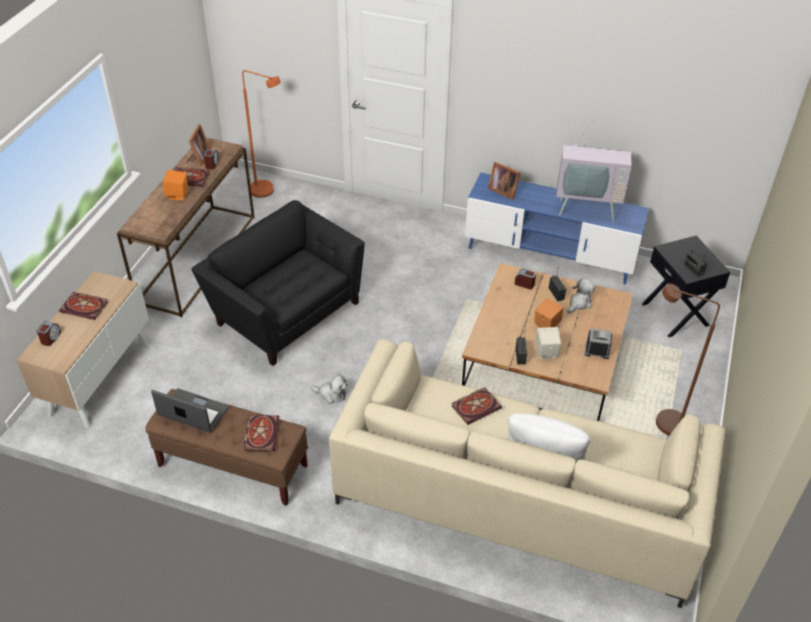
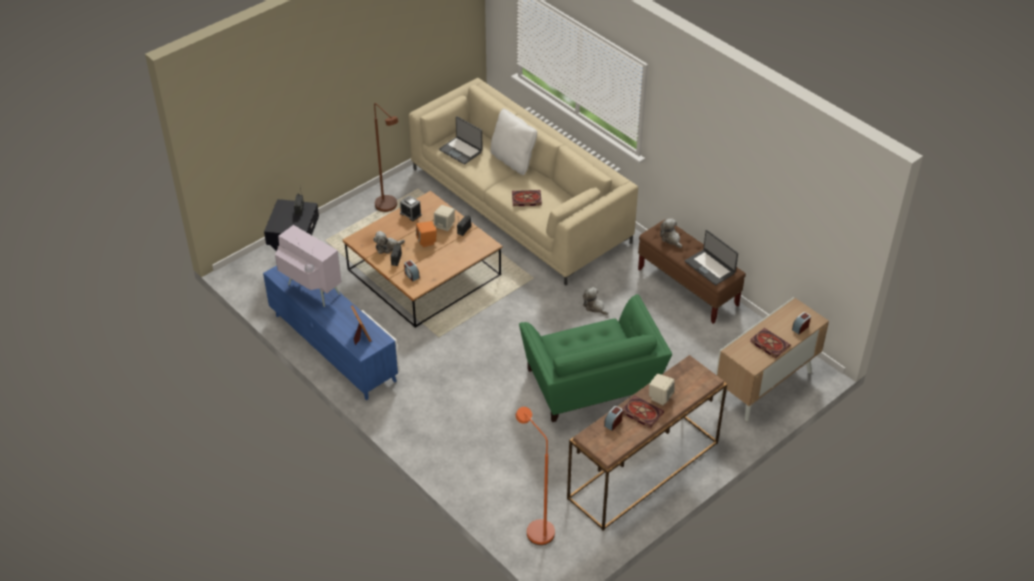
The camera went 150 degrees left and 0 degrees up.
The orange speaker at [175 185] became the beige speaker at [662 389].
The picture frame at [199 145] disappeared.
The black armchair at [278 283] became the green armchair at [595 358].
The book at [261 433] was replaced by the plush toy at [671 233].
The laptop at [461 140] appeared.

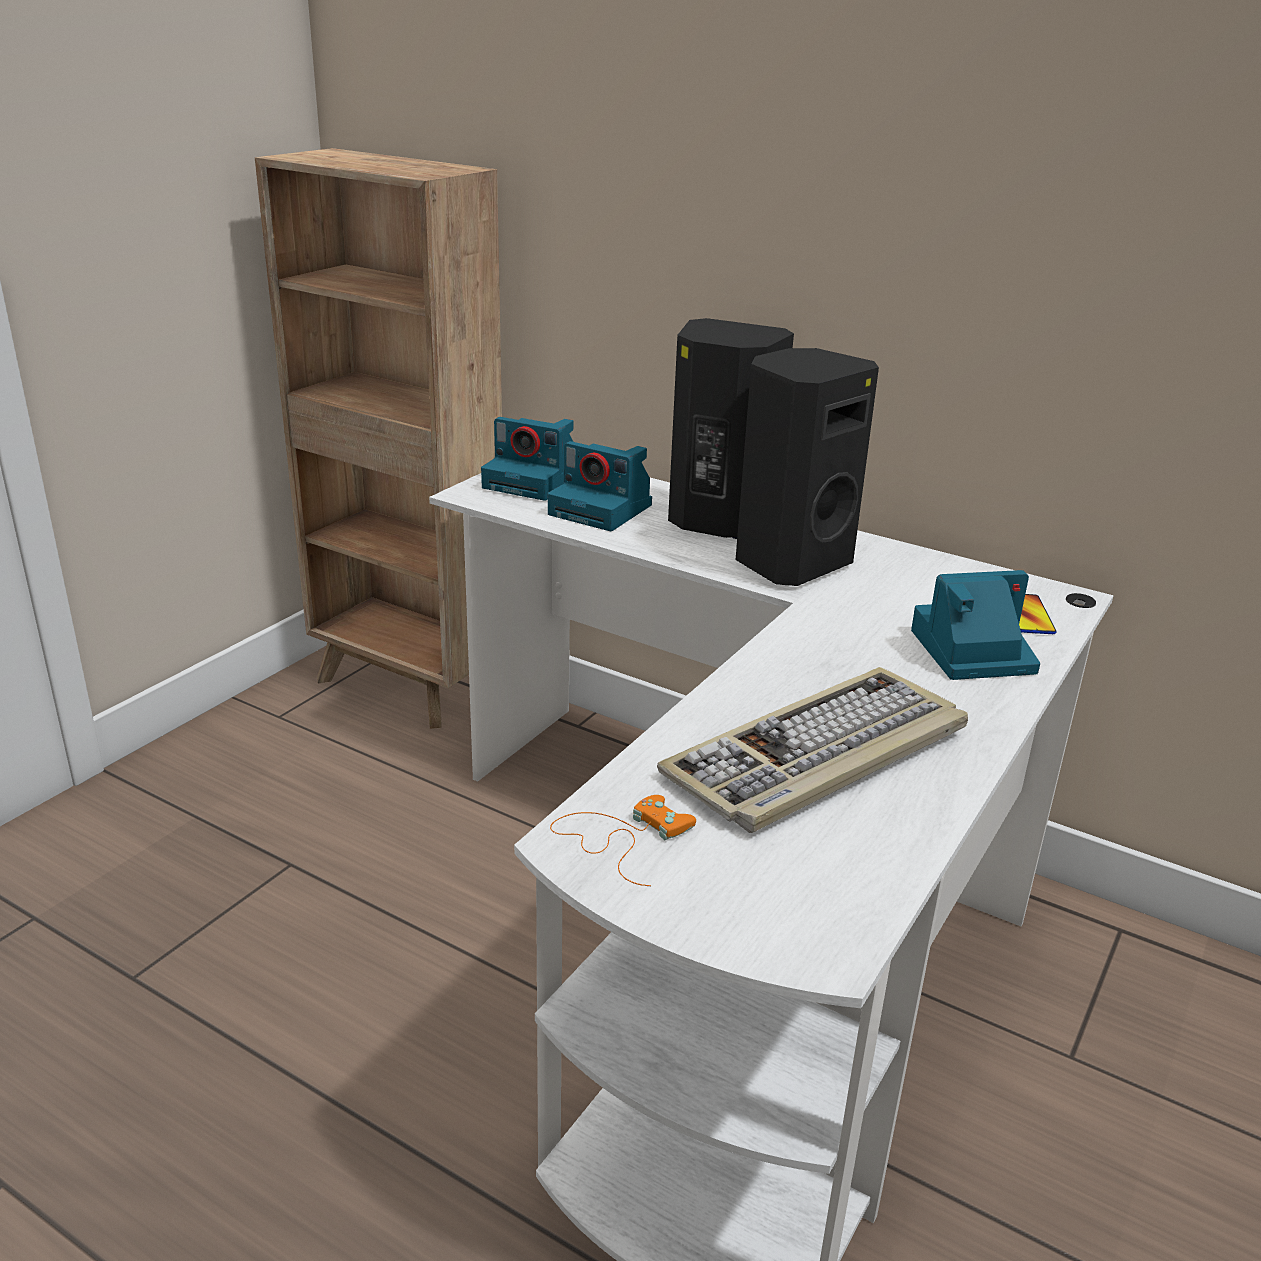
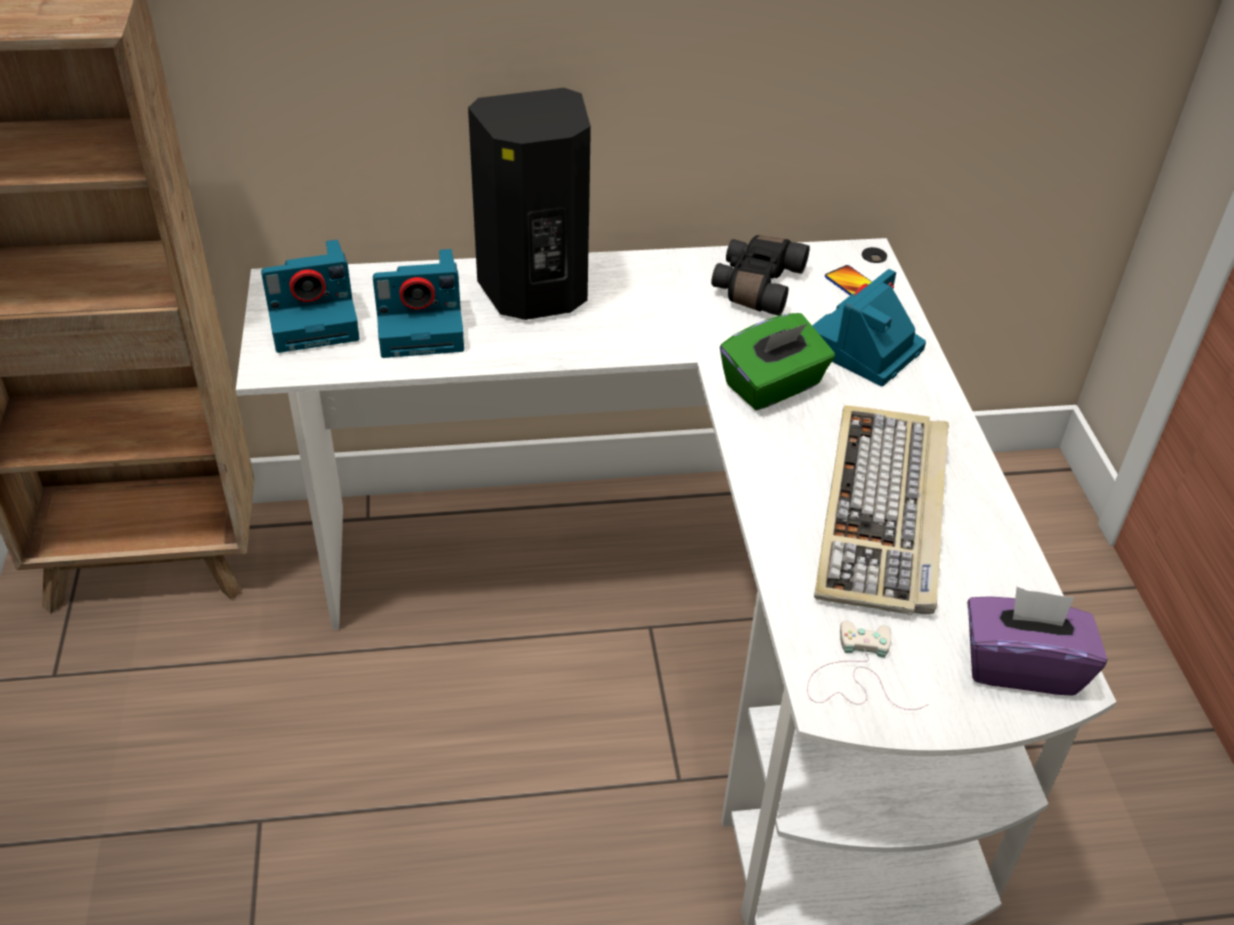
The camera went 40 degrees left and 15 degrees up.
The orange game controller at [623 840] became the white game controller at [867 665].
The black speaker at [807 467] disappeared.
The black binoculars at [760 275] appeared.
The green tissue box at [777 361] appeared.
The purple tissue box at [1037 641] appeared.

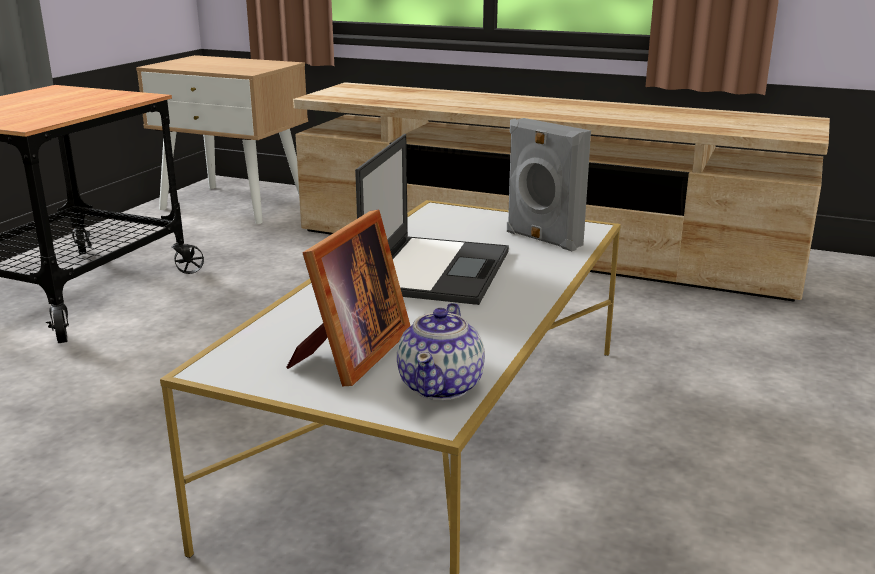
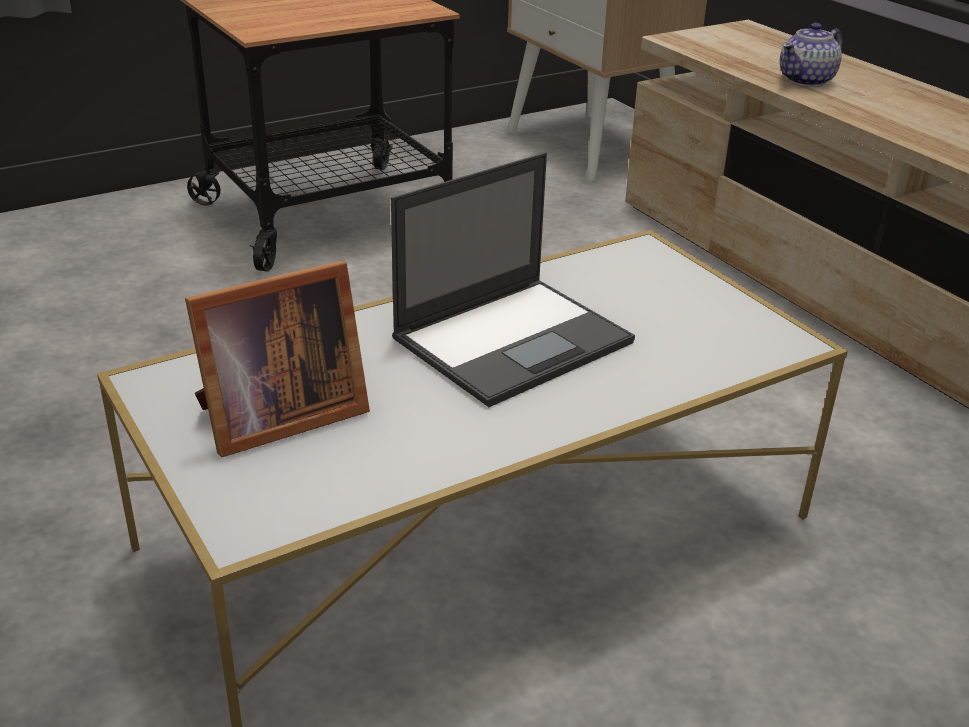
The camera went 35 degrees right and 10 degrees up.
The teapot moved from [441 351] to [811 55].
The grey speaker at [549 184] disappeared.

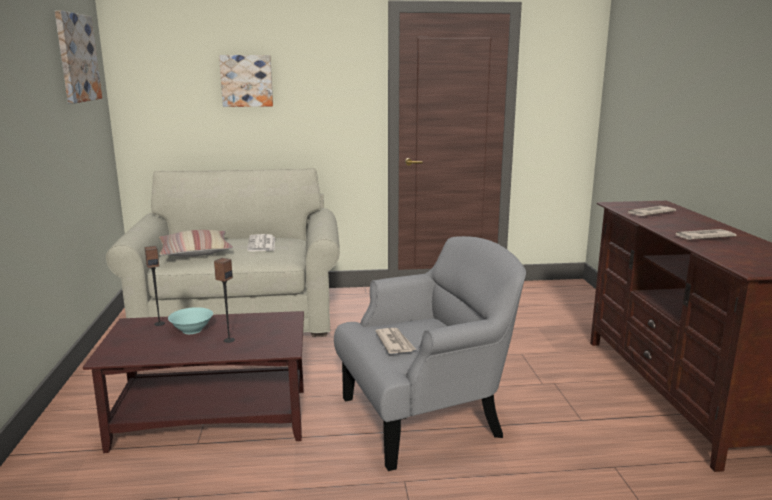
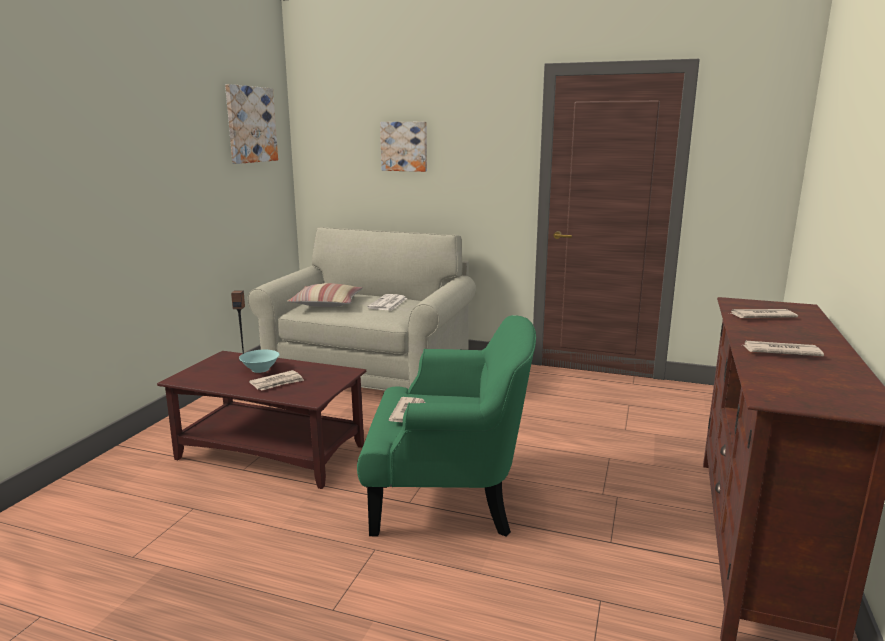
The camera went 25 degrees right and 0 degrees up.
The speaker at [224 300] was replaced by the newspaper at [276 380].
The grey armchair at [430 353] became the green armchair at [446 426].

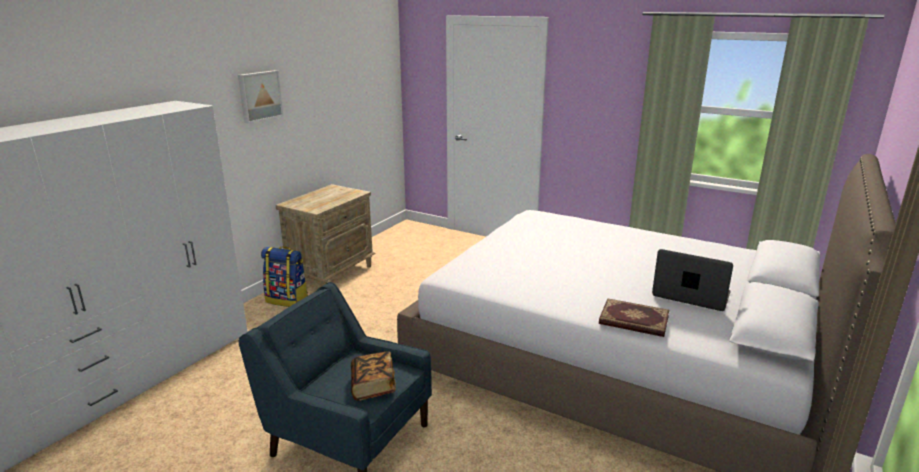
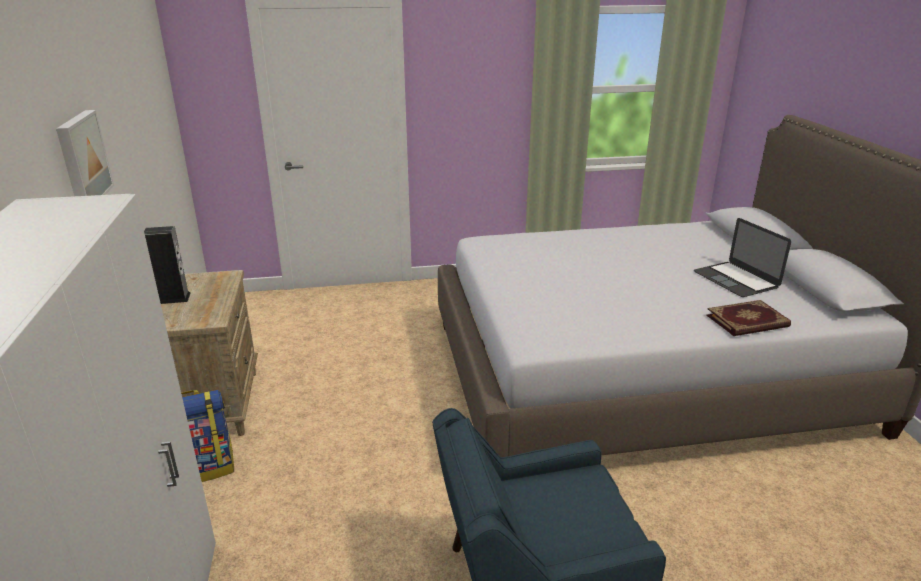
The camera went 40 degrees left and 5 degrees up.
The book at [373 376] disappeared.
The laptop at [692 280] turned 105 degrees counterclockwise.
The speaker at [167 265] appeared.

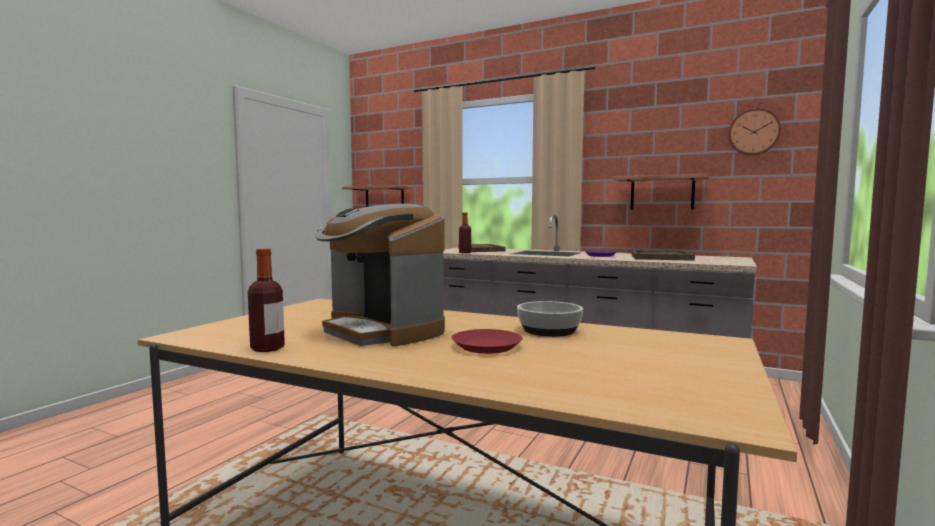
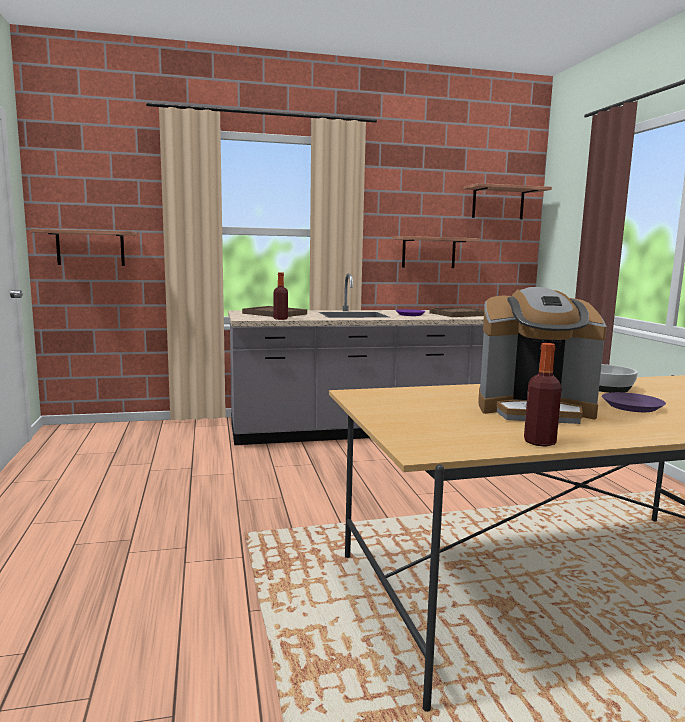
The camera went 40 degrees left and 5 degrees up.
The red plate at [487 341] became the purple plate at [634 402].
The wall clock at [754 132] was replaced by the shelf at [507 201].

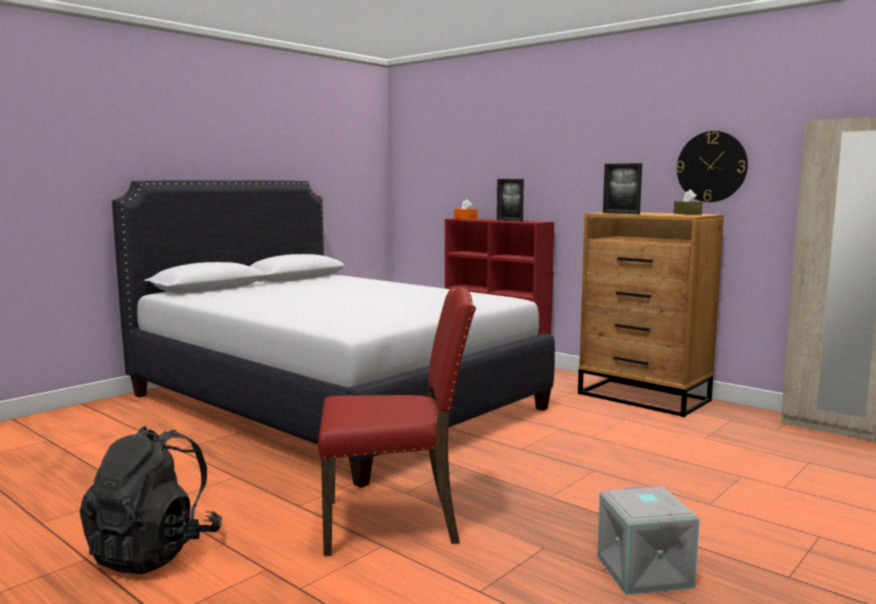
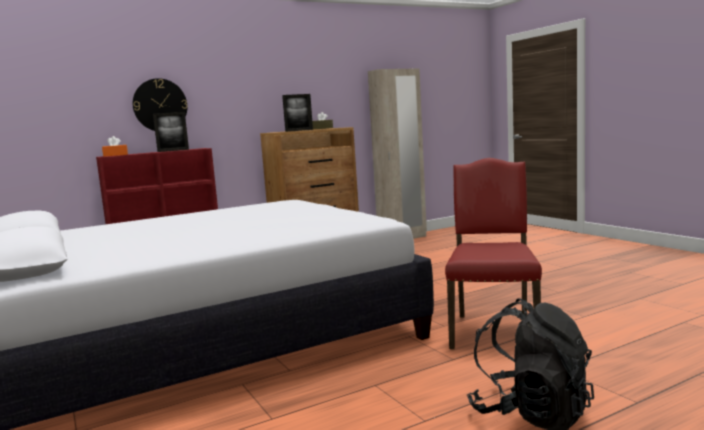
The camera went 70 degrees left and 0 degrees up.
The grey storage box at [648 541] disappeared.
The wall clock moved from [712 166] to [160 104].

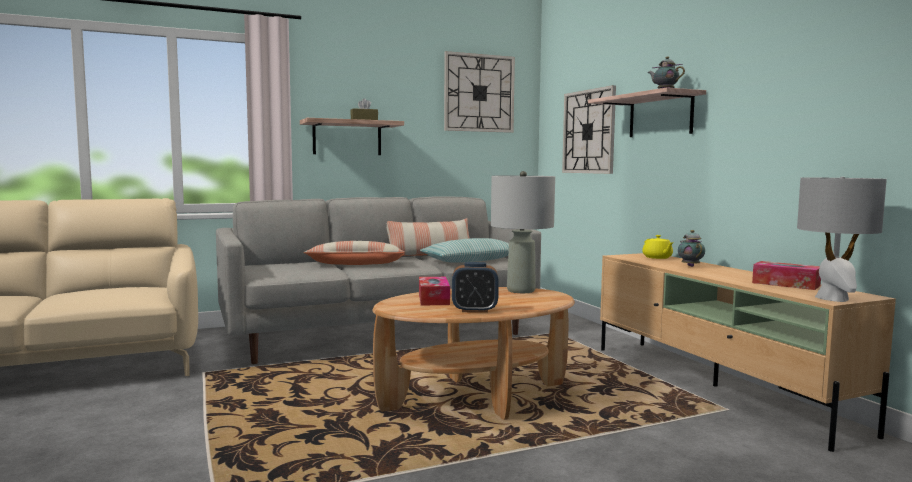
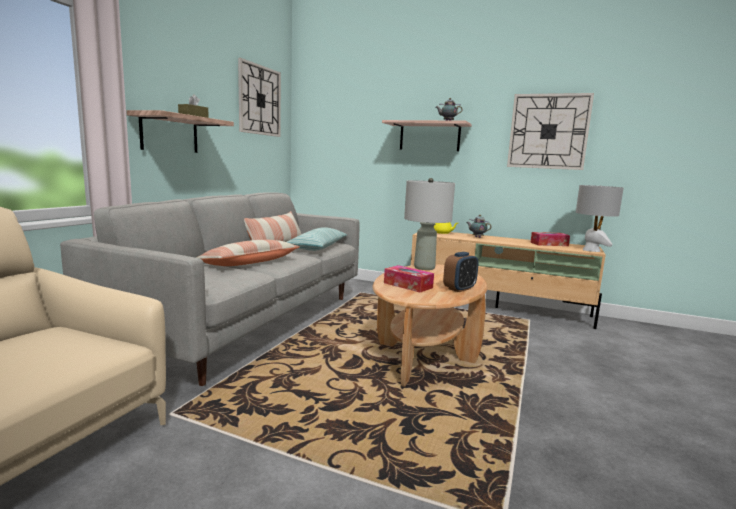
The camera went 45 degrees left and 5 degrees up.
The wall clock moved from [589 129] to [550 131].

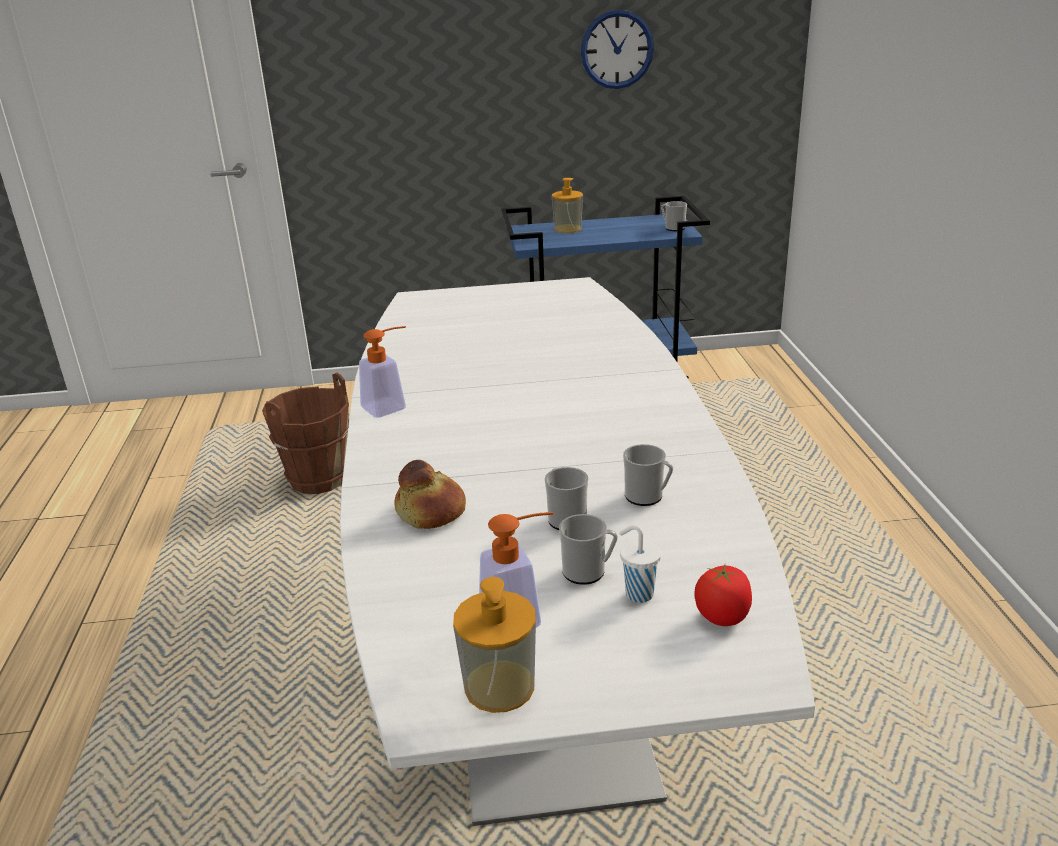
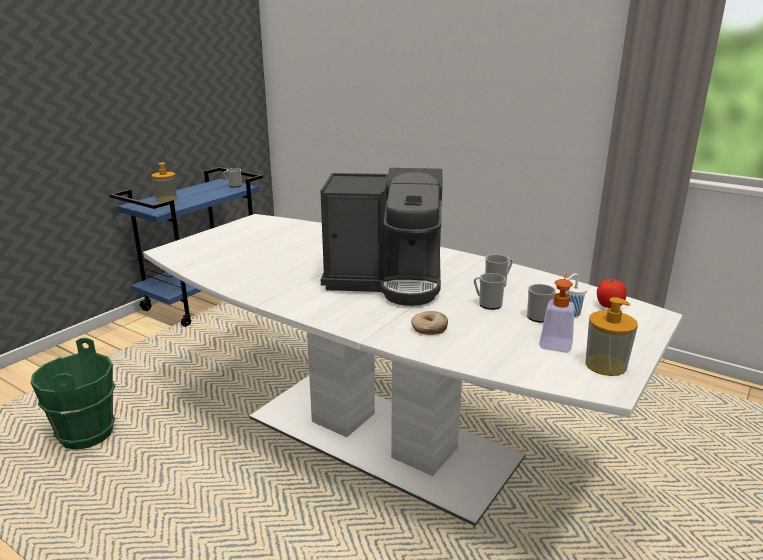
The camera went 50 degrees left and 5 degrees down.
The brown bucket at [305 433] became the green bucket at [73 394].
The soap dispenser at [382 372] disappeared.
The bread at [430 494] was replaced by the donut at [429 323].
The wall clock at [617 49] disappeared.
The coffee machine at [381 237] appeared.

